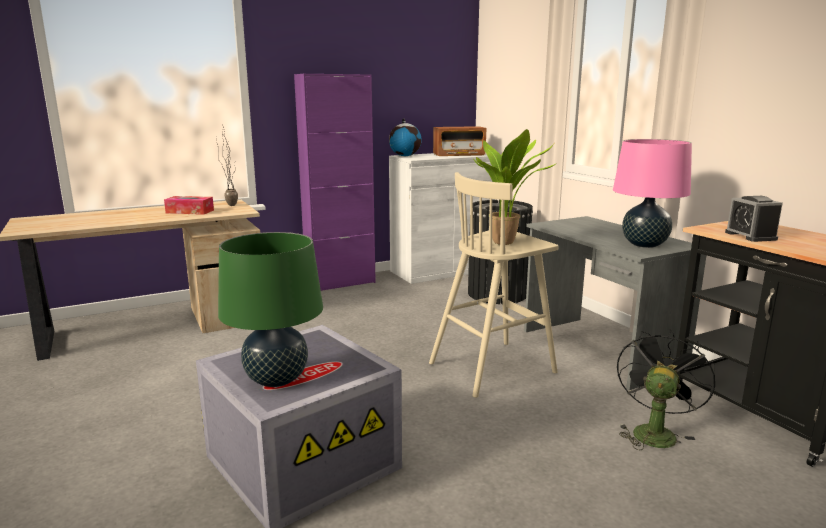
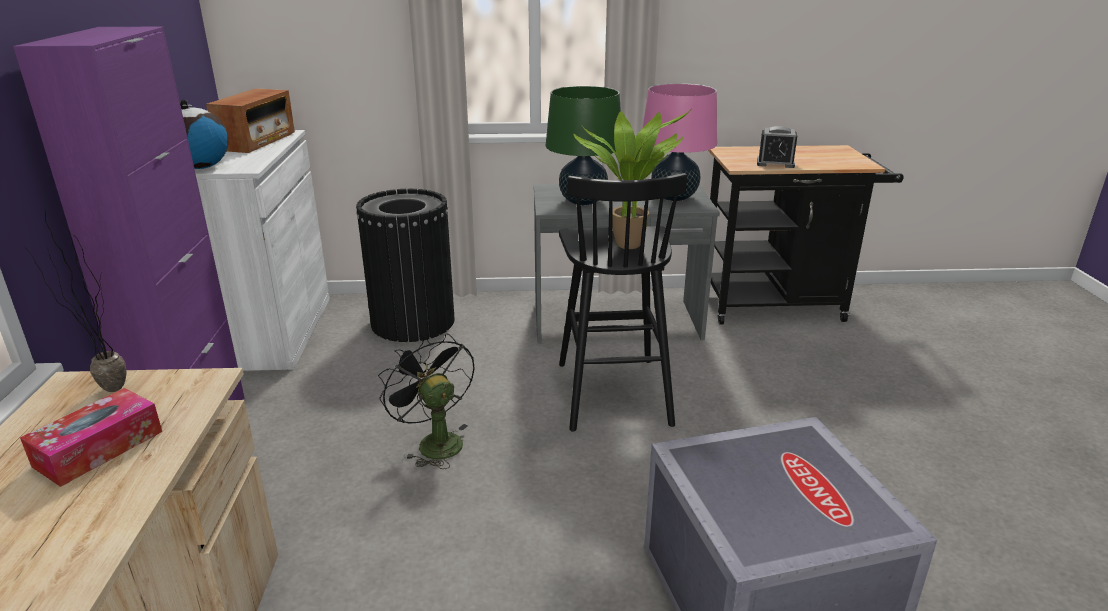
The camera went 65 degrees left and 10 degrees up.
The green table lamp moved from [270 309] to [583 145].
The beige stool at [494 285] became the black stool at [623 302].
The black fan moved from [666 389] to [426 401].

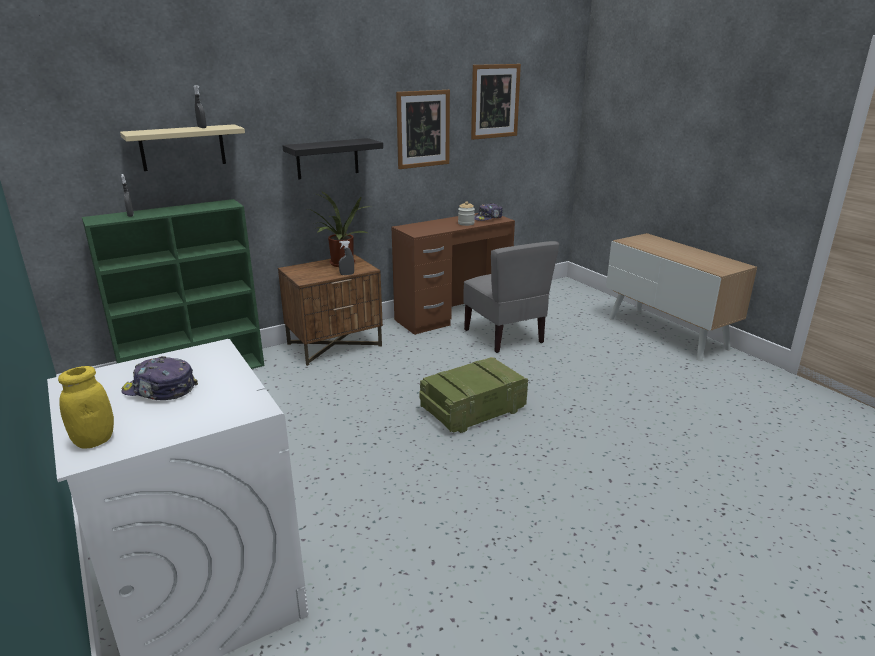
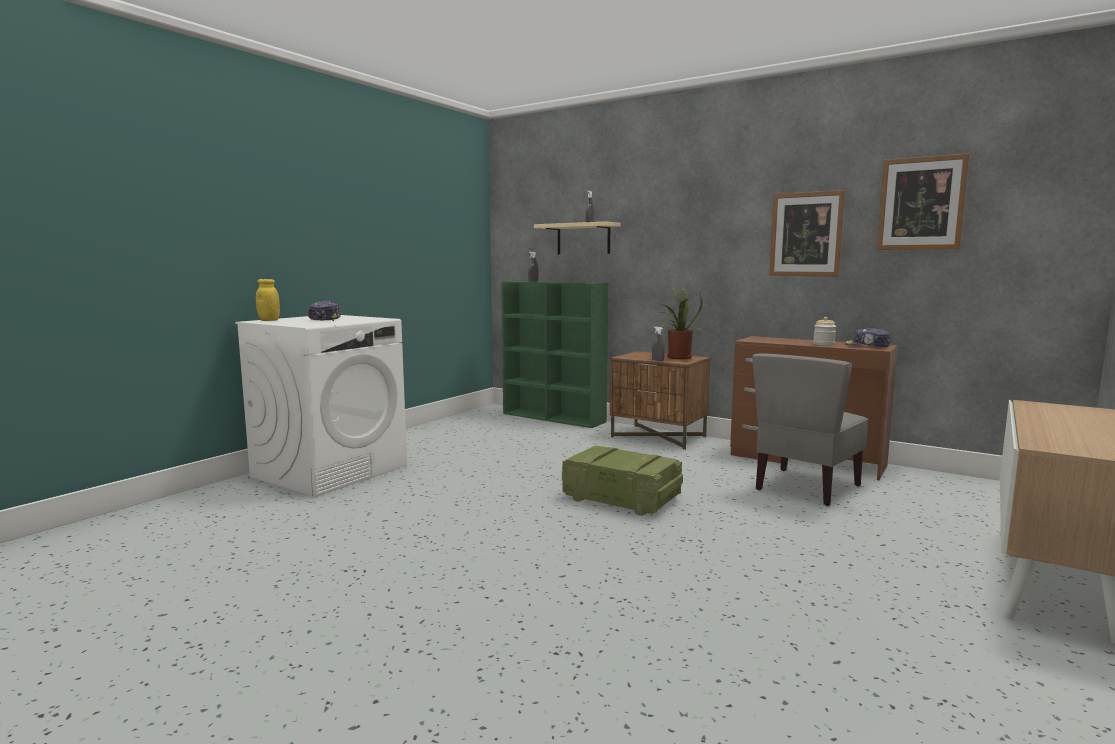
The camera went 65 degrees right and 15 degrees down.
The black shelf at [332 158] disappeared.

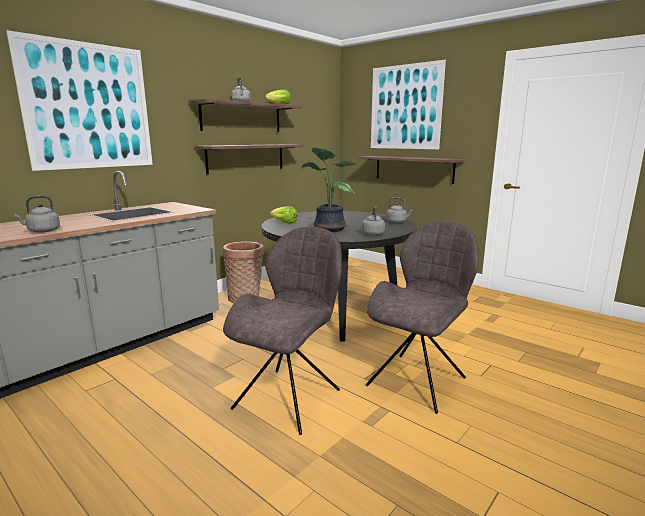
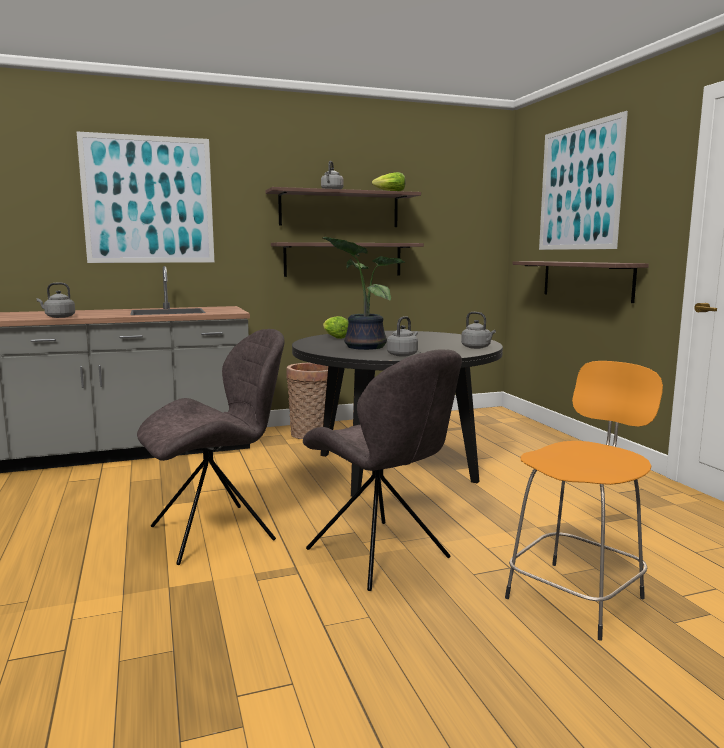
The camera went 30 degrees right and 5 degrees down.
The grey chair at [422 317] turned 75 degrees clockwise.
The orange stool at [584 501] appeared.

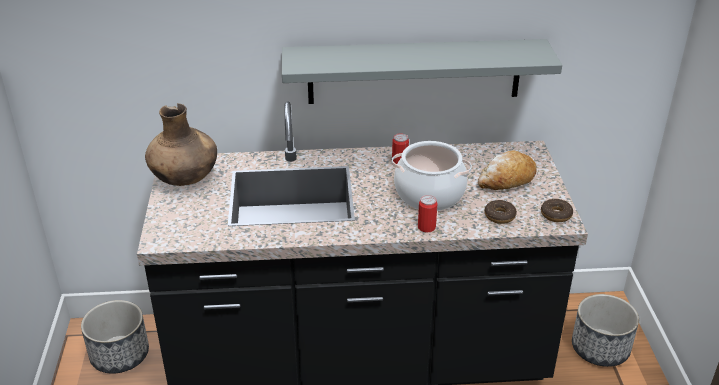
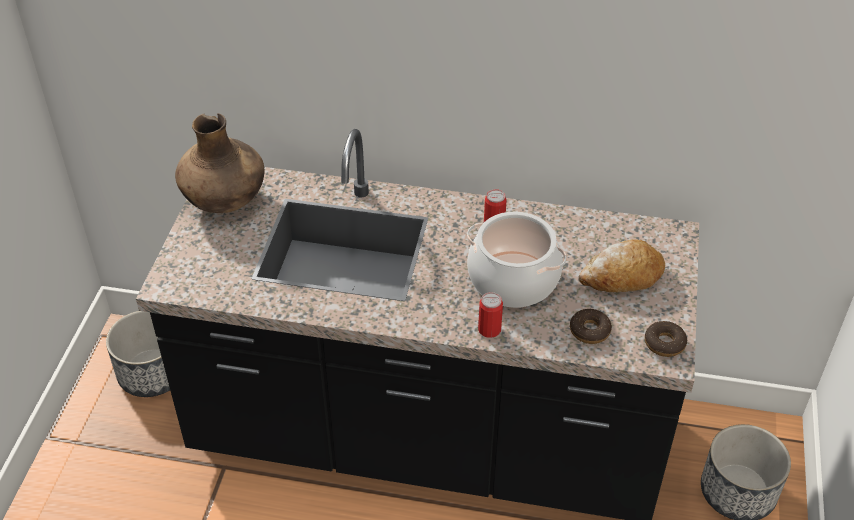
The camera went 15 degrees right and 10 degrees up.
The grey shelf at [422 71] disappeared.

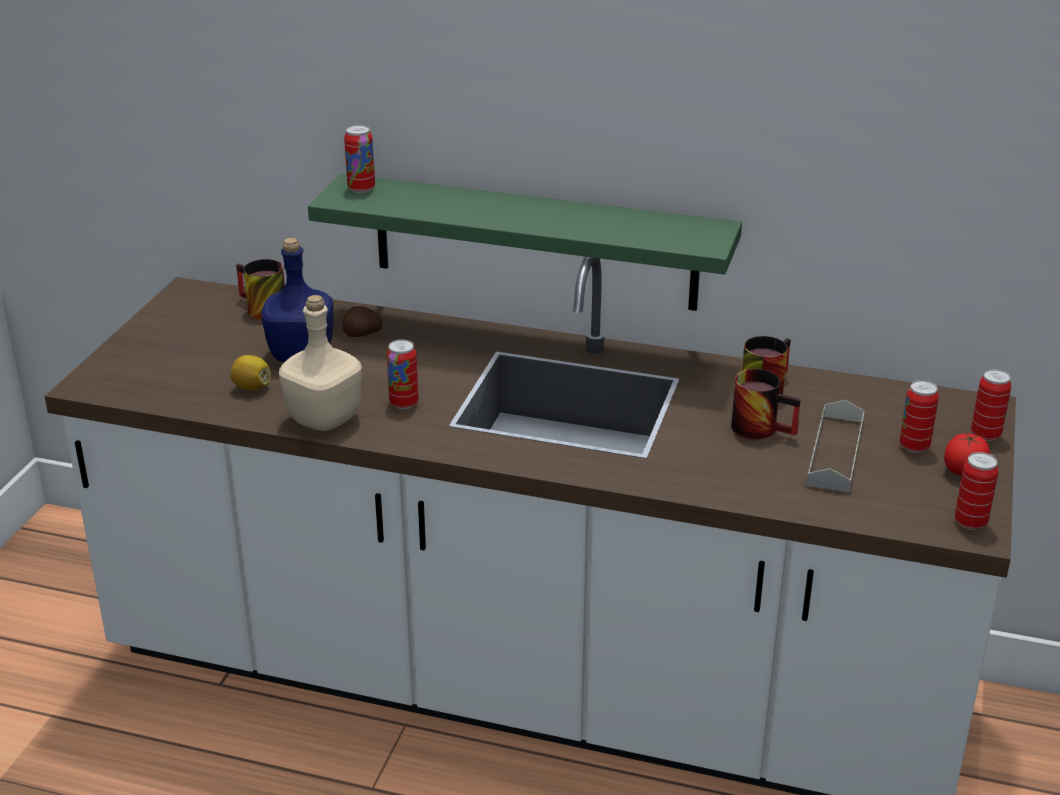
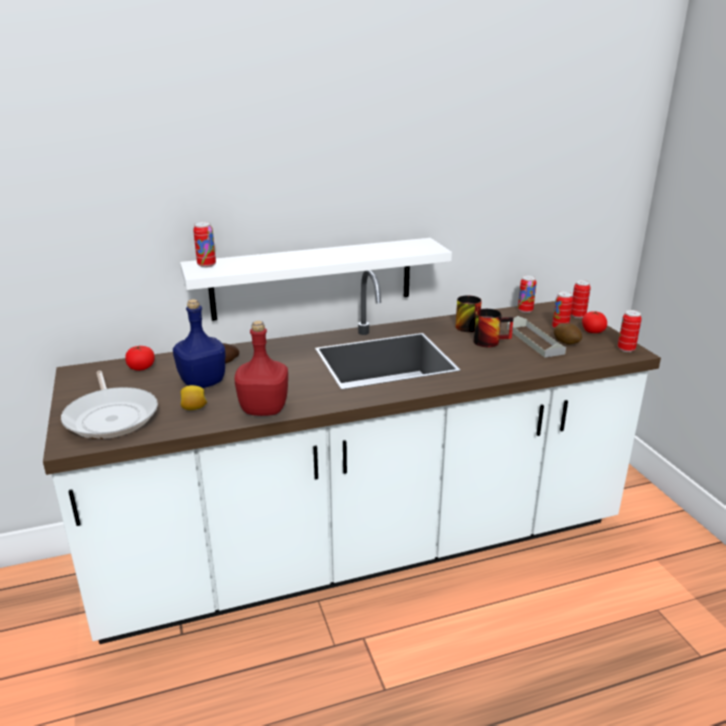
The camera went 35 degrees left and 5 degrees down.
The mug at [260 289] was replaced by the tomato at [140 358].
The beige bottle at [320 363] became the red bottle at [261 368].
The green shelf at [525 242] became the white shelf at [316 279].
The can moved from [403 374] to [527 294].
The frying pan at [109 405] appeared.
The potato at [568 333] appeared.

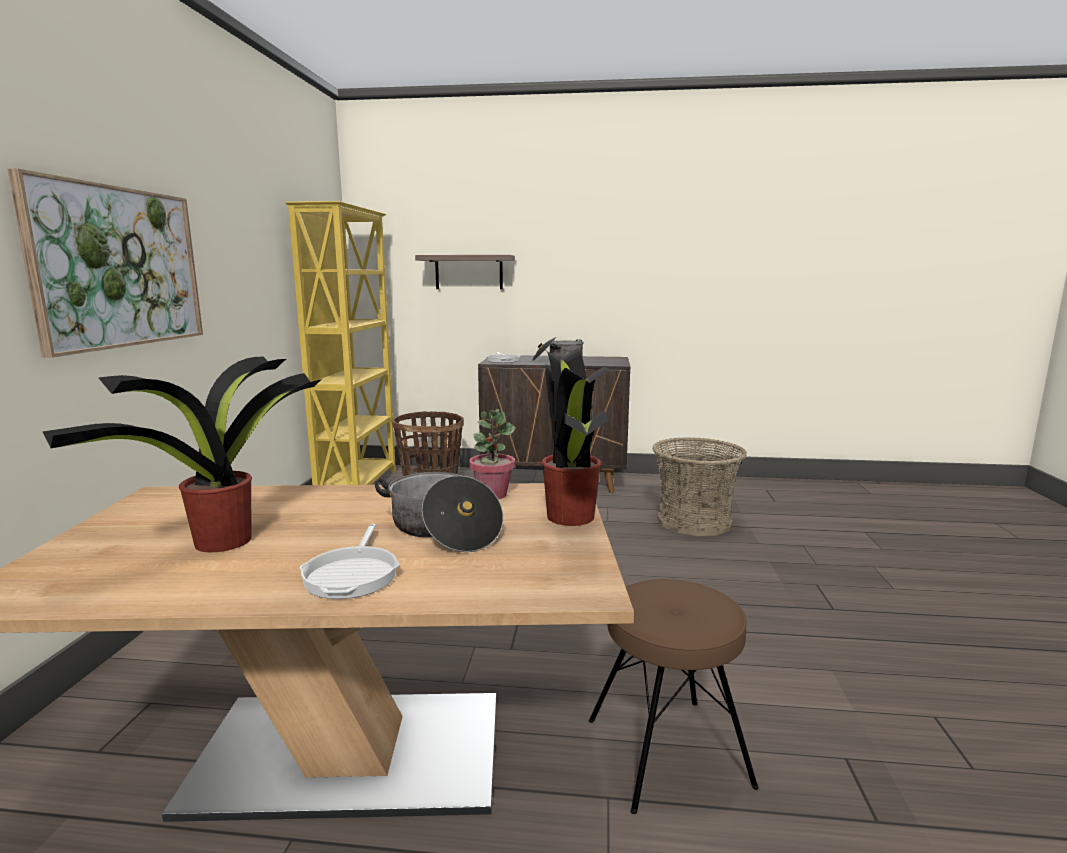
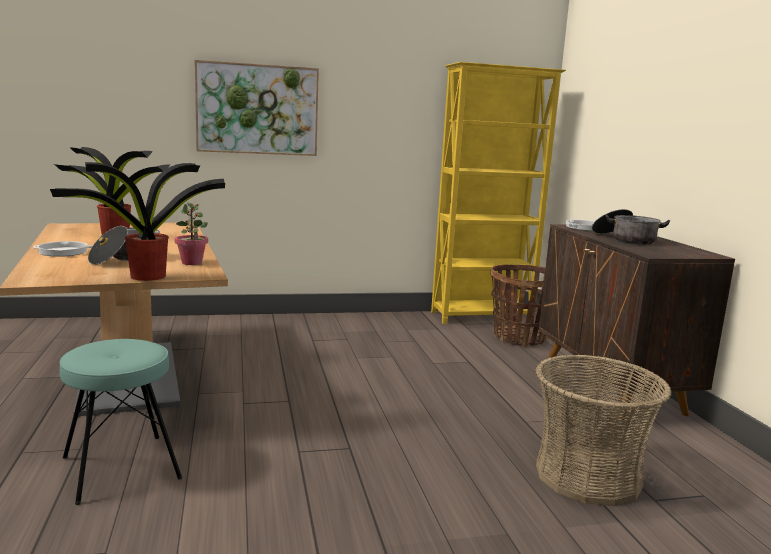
The camera went 70 degrees right and 0 degrees up.
The shelf at [465 272] disappeared.
The brown stool at [674 696] became the turquoise stool at [121 422].

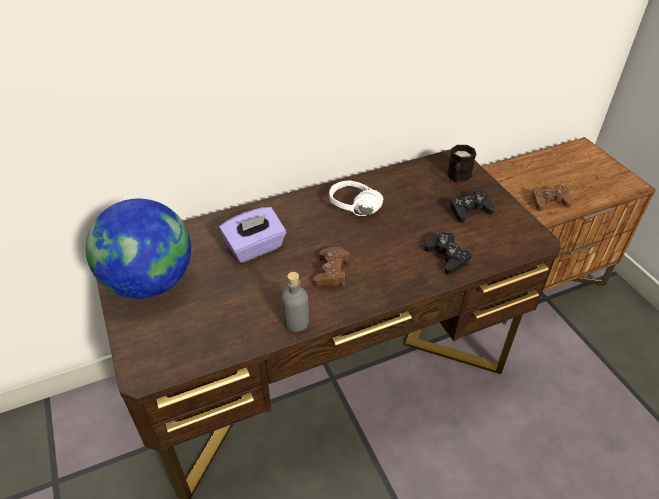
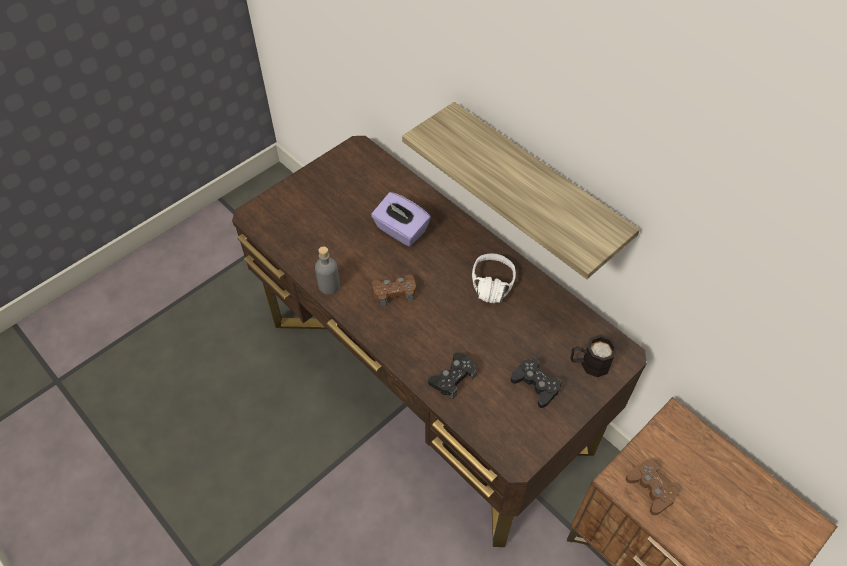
The camera went 70 degrees right and 10 degrees up.
The globe at [138 249] disappeared.
The shelf at [521 190] appeared.

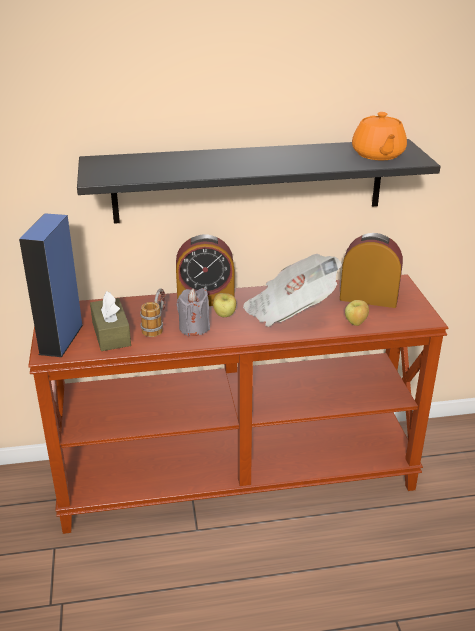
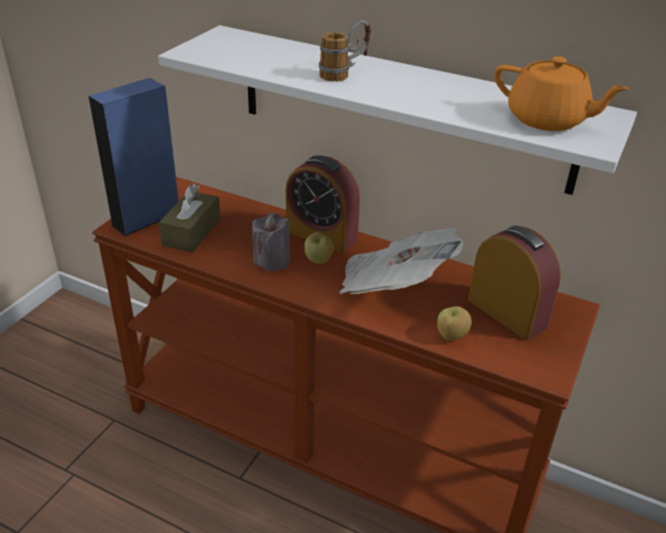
The camera went 35 degrees right and 5 degrees up.
The black shelf at [259 181] became the white shelf at [397 110].
The mug moved from [152 313] to [345 51].
The orange teapot at [379 136] turned 90 degrees counterclockwise.

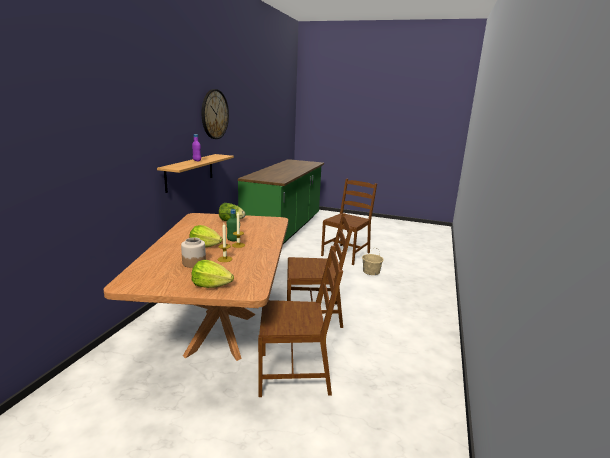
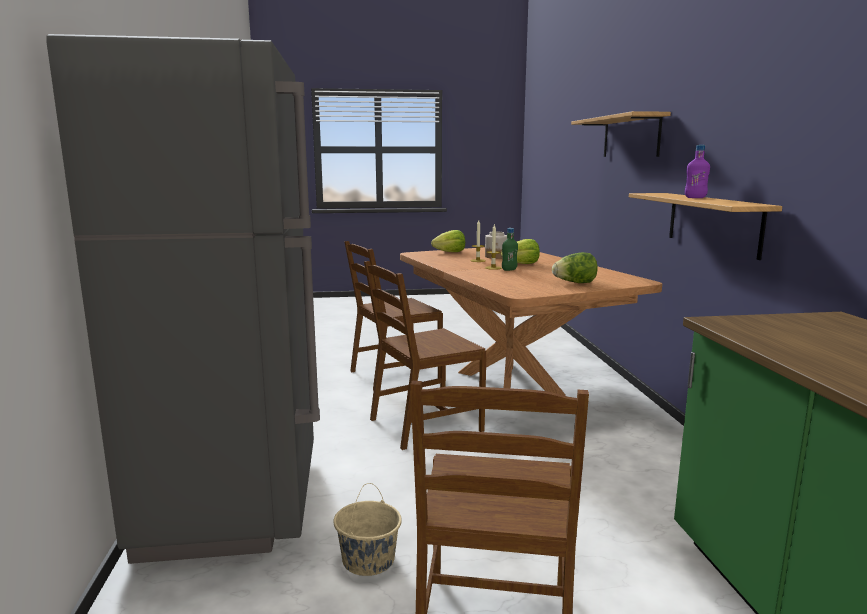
The camera went 155 degrees right and 5 degrees down.
The wall clock at [215 114] disappeared.
The grey fridge at [183 299] appeared.
The shelf at [621 134] appeared.

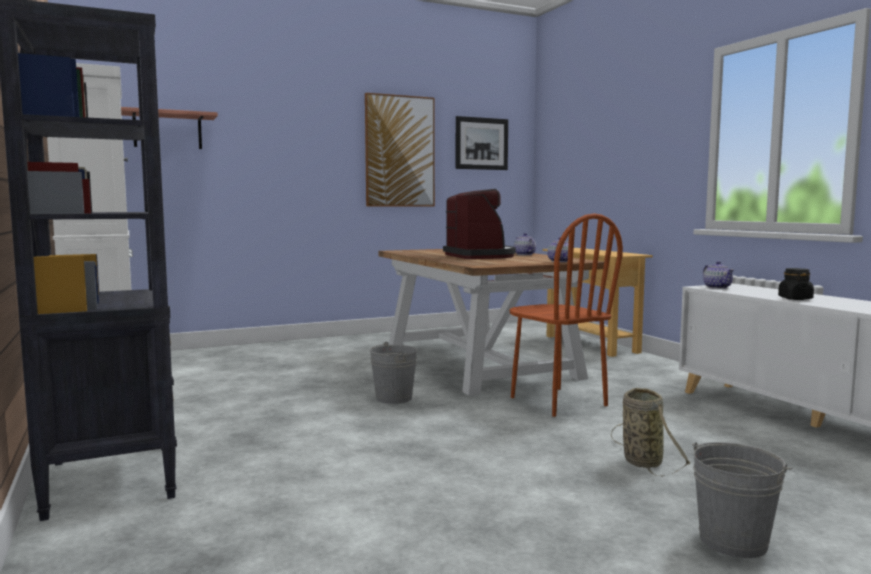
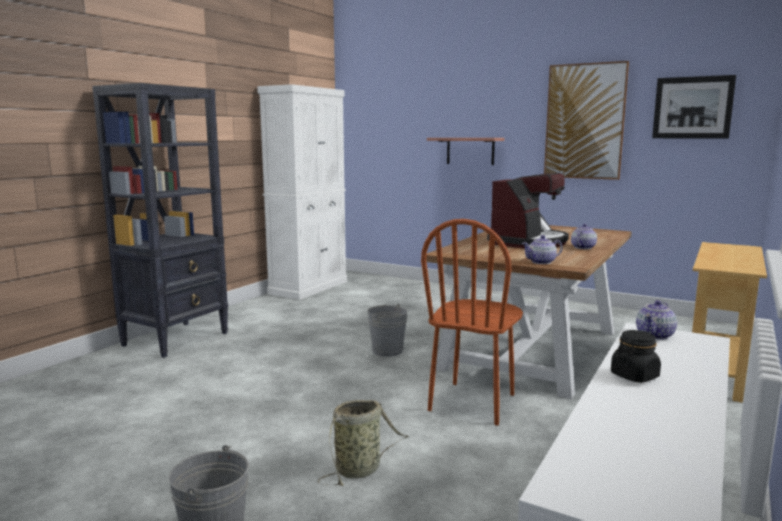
The camera went 55 degrees right and 5 degrees up.
The shelf moved from [169 128] to [465 151].

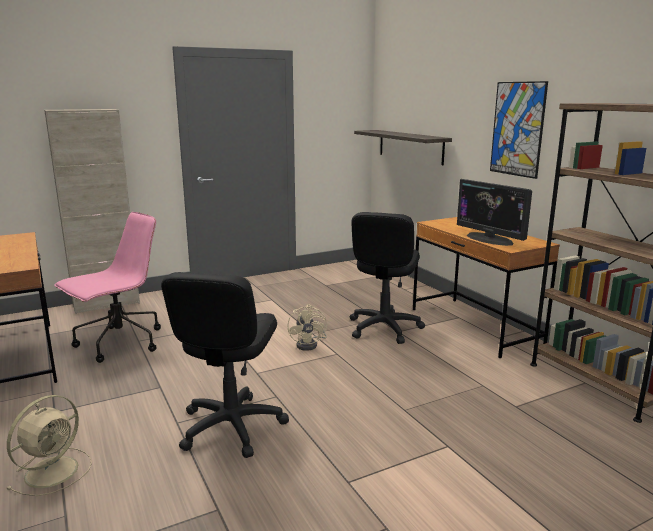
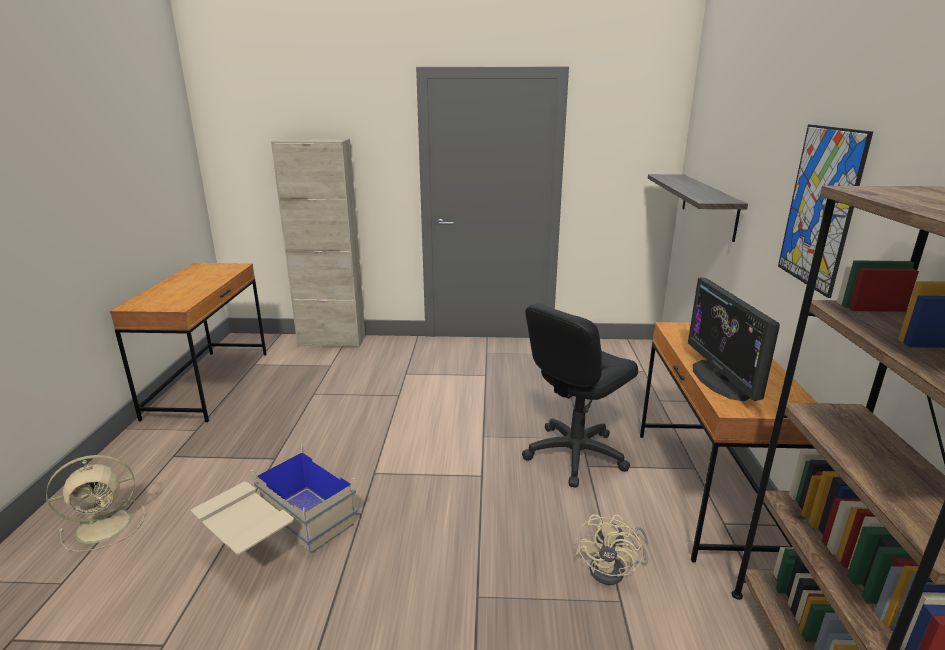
The camera went 30 degrees right and 5 degrees up.
The pink office chair at [107 287] disappeared.
The black office chair at [225 365] was replaced by the beige storage box at [274 499].
The beige fan moved from [307 328] to [612 550].

